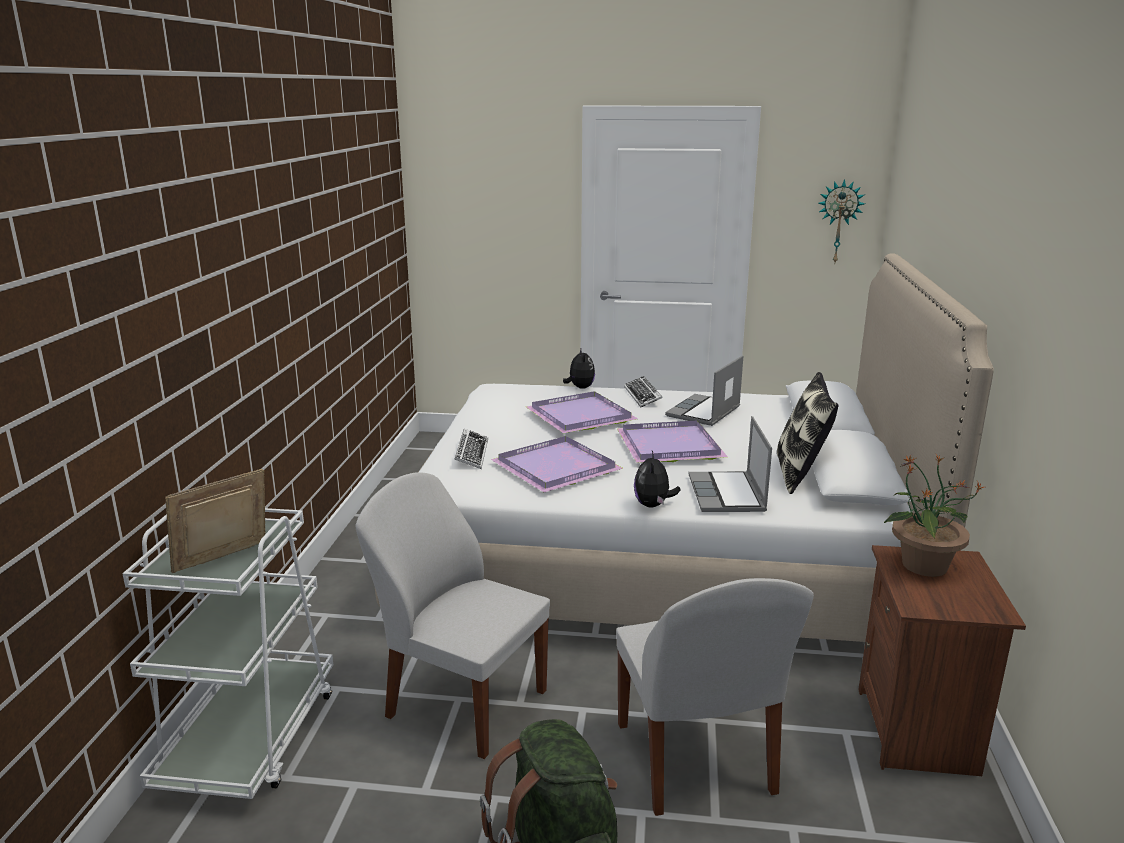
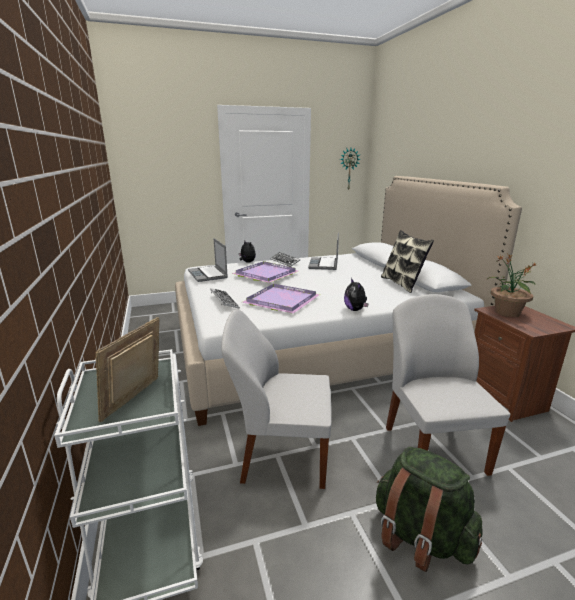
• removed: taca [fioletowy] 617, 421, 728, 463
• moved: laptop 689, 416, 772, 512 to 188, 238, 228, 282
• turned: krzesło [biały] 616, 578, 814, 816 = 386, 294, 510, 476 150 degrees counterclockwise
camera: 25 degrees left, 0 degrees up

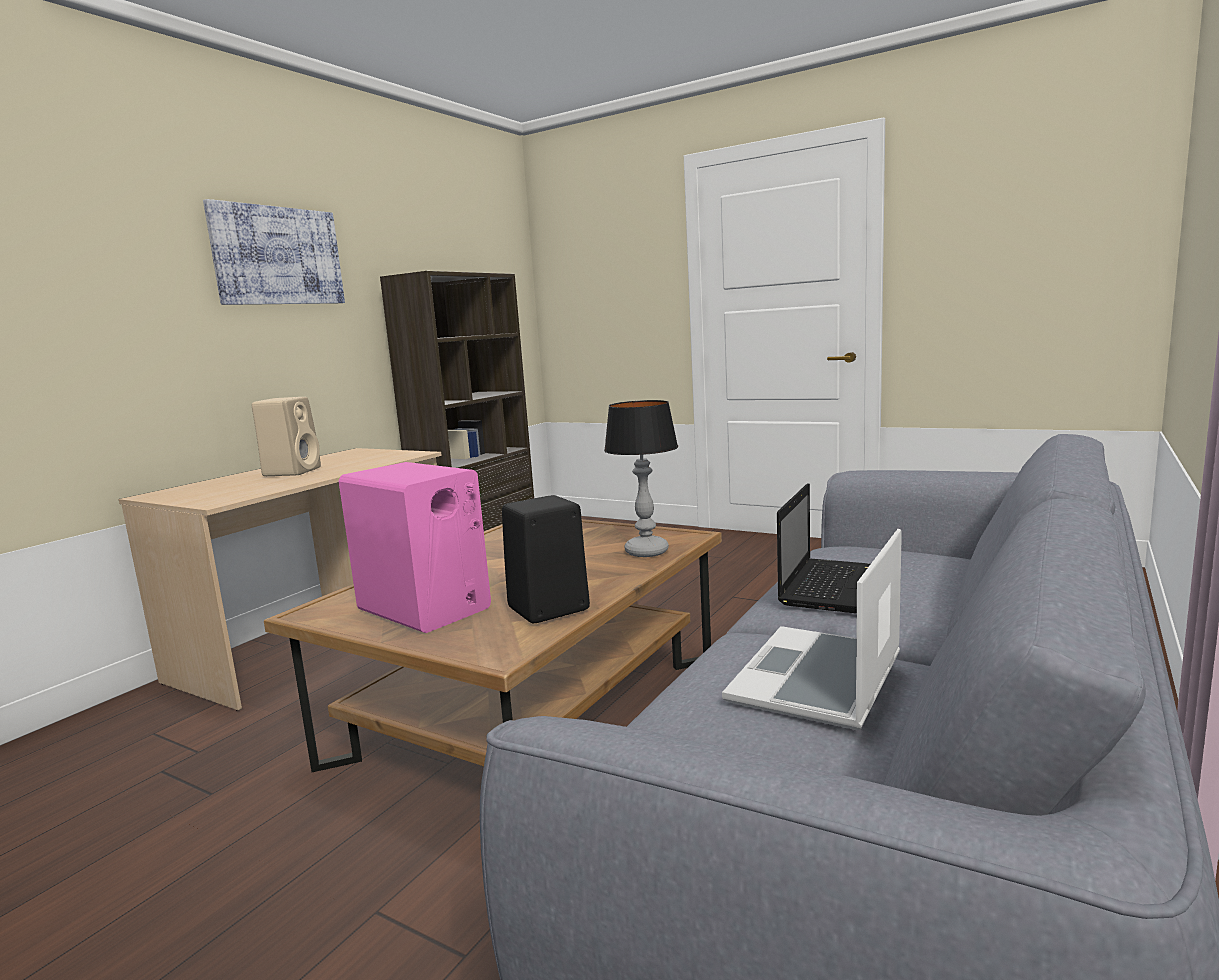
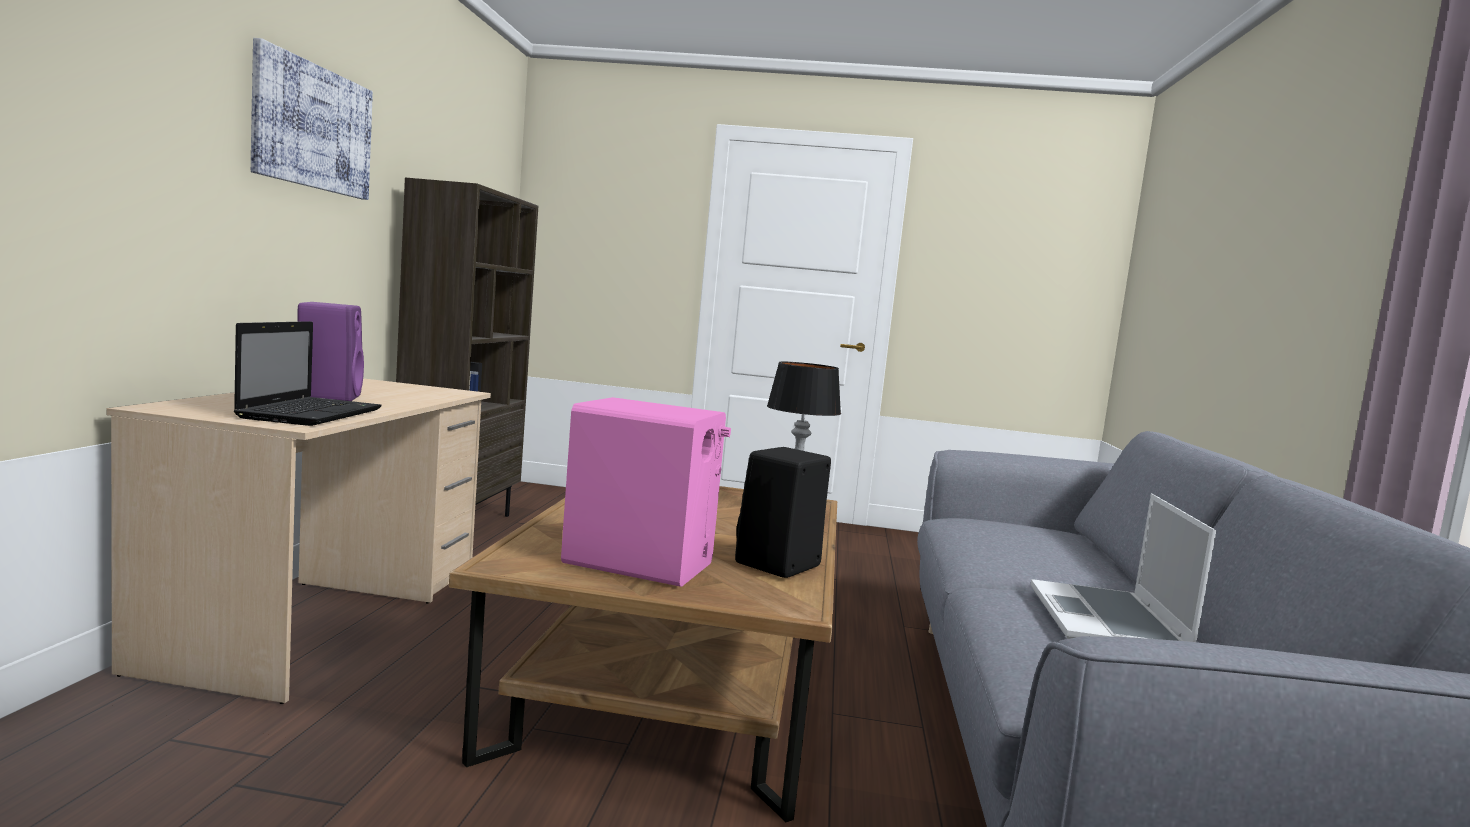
• moved: laptop 777, 483, 870, 614 to 234, 321, 382, 426
• recoloured: głośnik [beżowy] 252, 397, 321, 476 to głośnik [fioletowy] 298, 302, 364, 401
camera: 25 degrees left, 5 degrees down

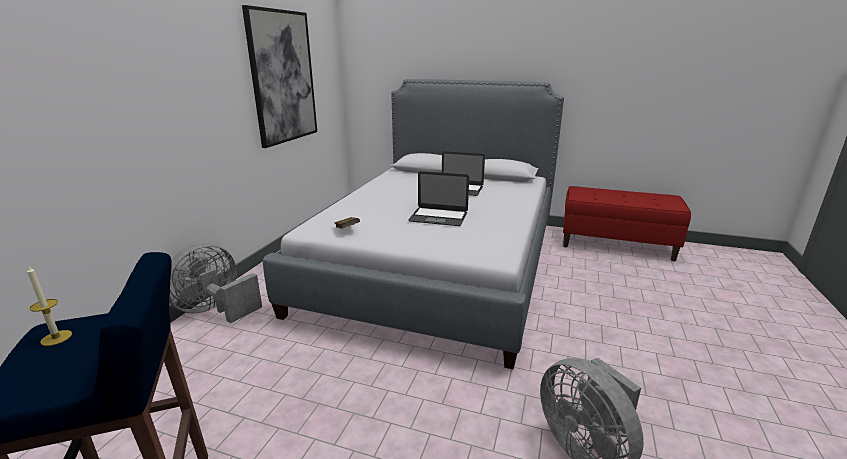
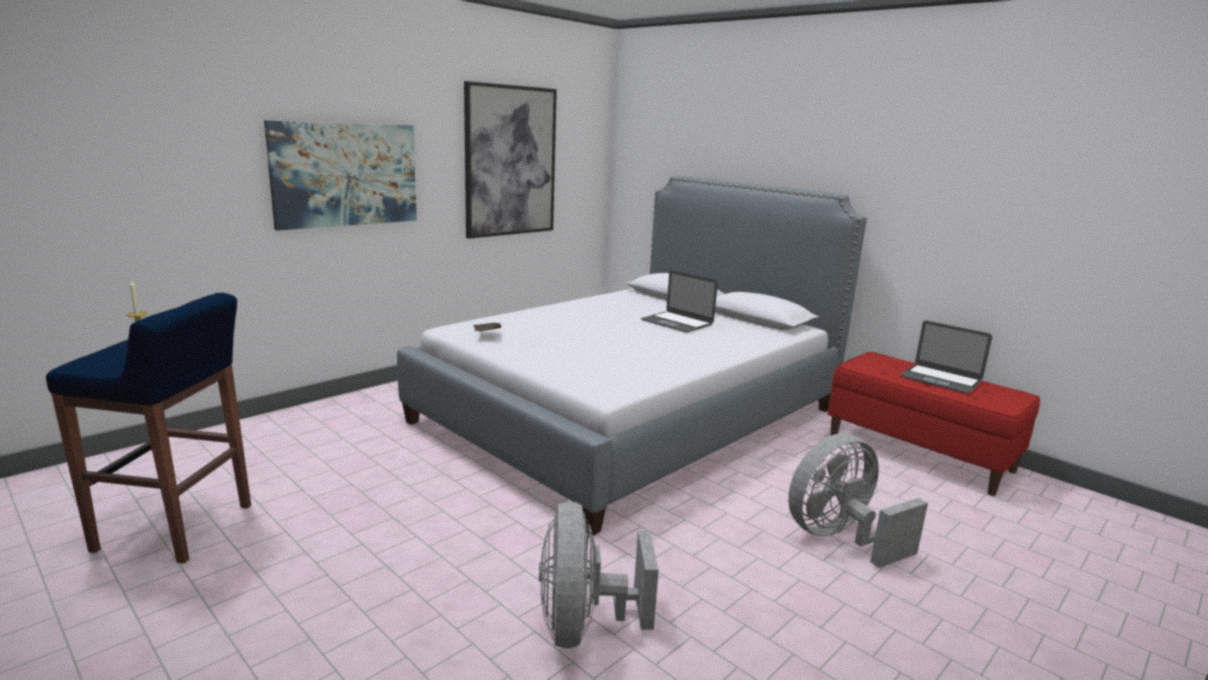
• added: obraz 264, 120, 417, 231
• moved: wentylator [szary] 169, 243, 262, 323 to 788, 433, 928, 568
• moved: laptop 408, 171, 469, 226 to 900, 321, 992, 394
camera: 25 degrees right, 5 degrees down

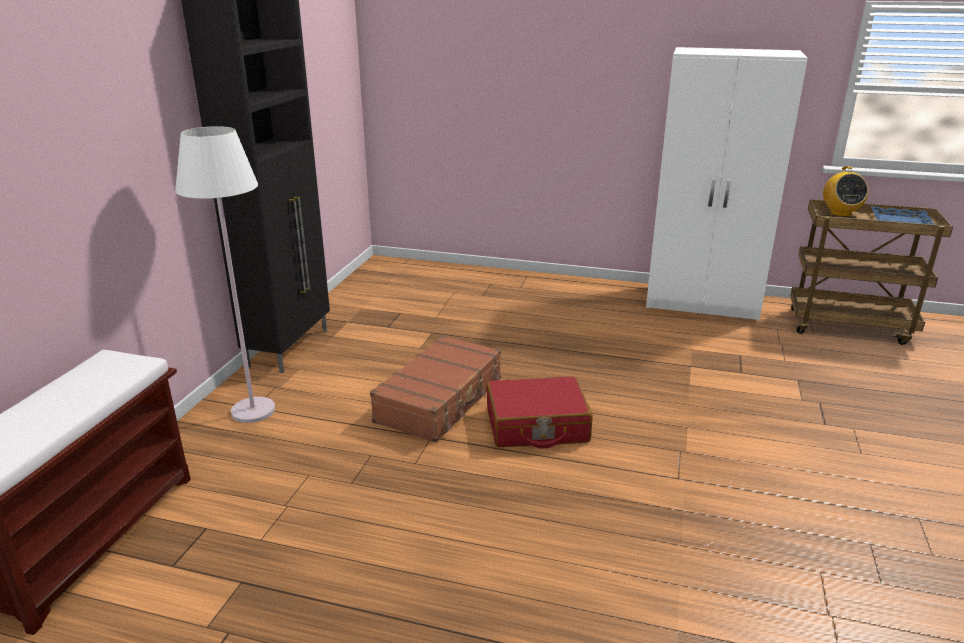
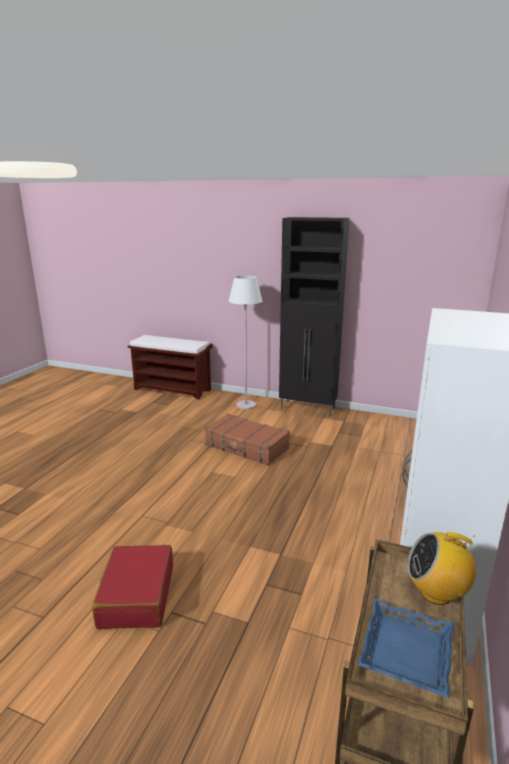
• moved: walizka [czerwony] 486, 376, 593, 448 to 92, 545, 173, 629
camera: 95 degrees right, 5 degrees down

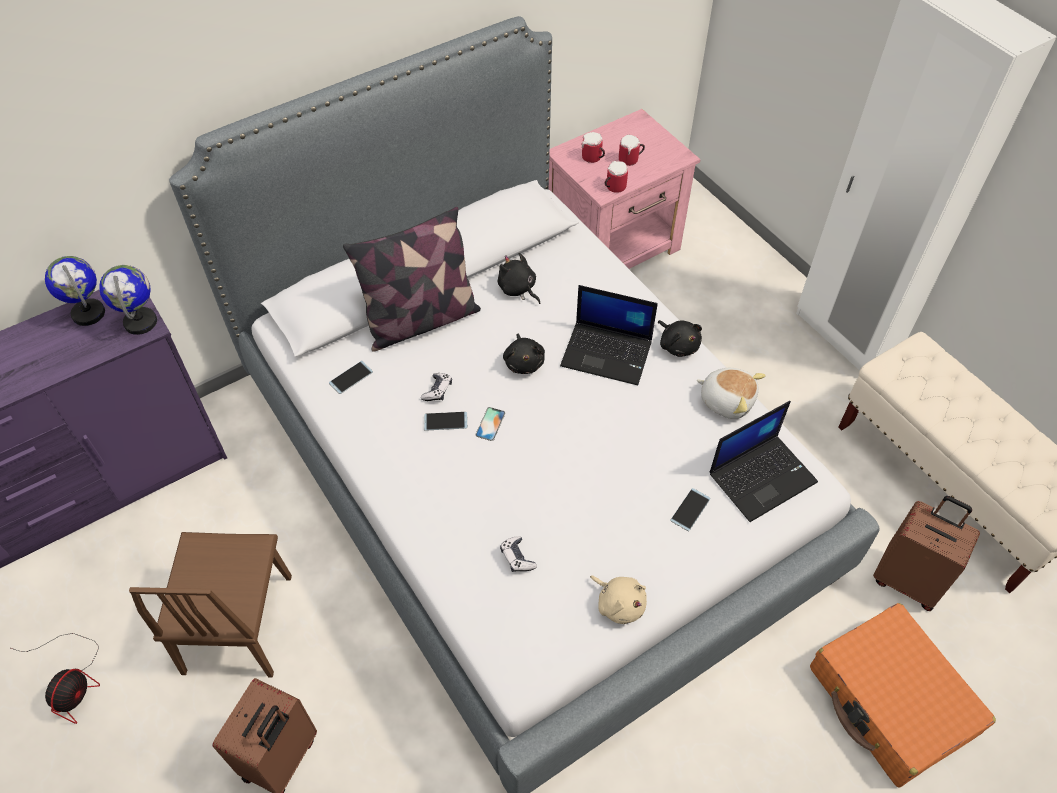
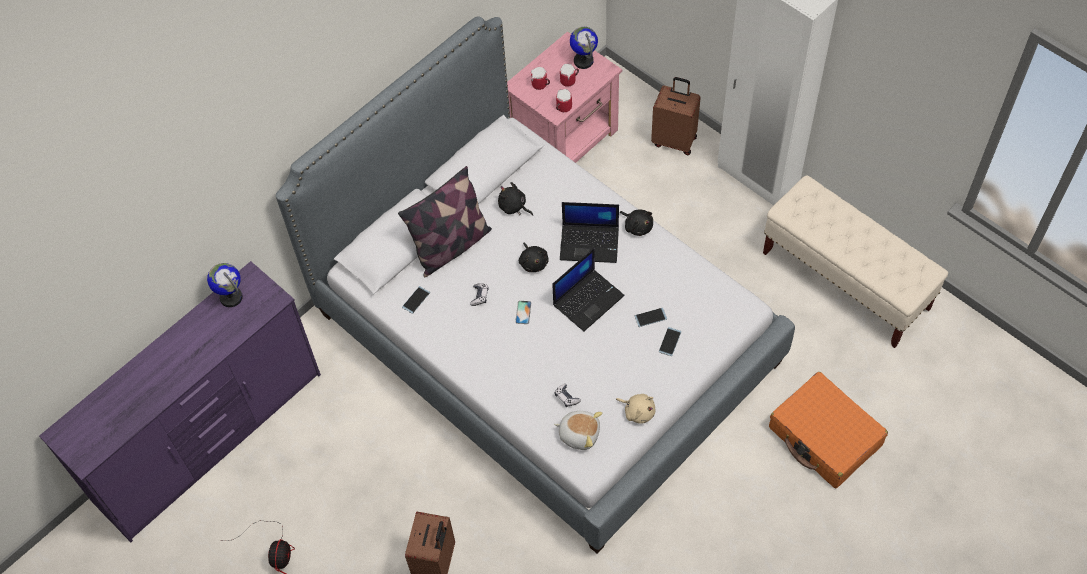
• removed: krzesło [brązowy] 129, 532, 292, 677
• moved: globus 99, 265, 157, 335 to 570, 27, 598, 69
• moved: telefon 424, 412, 468, 431 to 635, 308, 667, 327
• moved: pluszak 697, 368, 766, 419 to 554, 411, 602, 450
• moved: laptop 710, 401, 818, 522 to 553, 248, 625, 331
• moved: walizka [brązowy] 873, 496, 980, 611 to 651, 77, 701, 155
camera: 10 degrees left, 5 degrees up

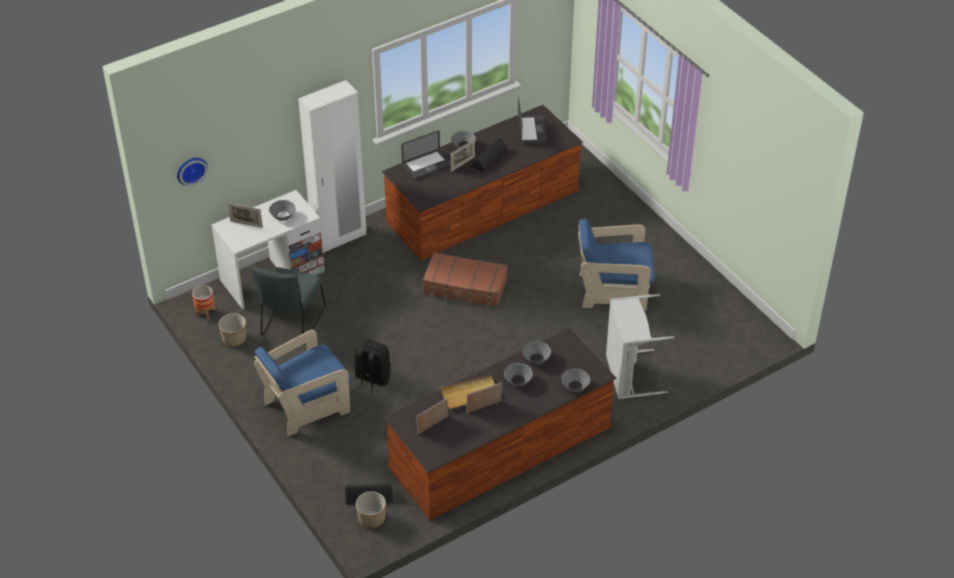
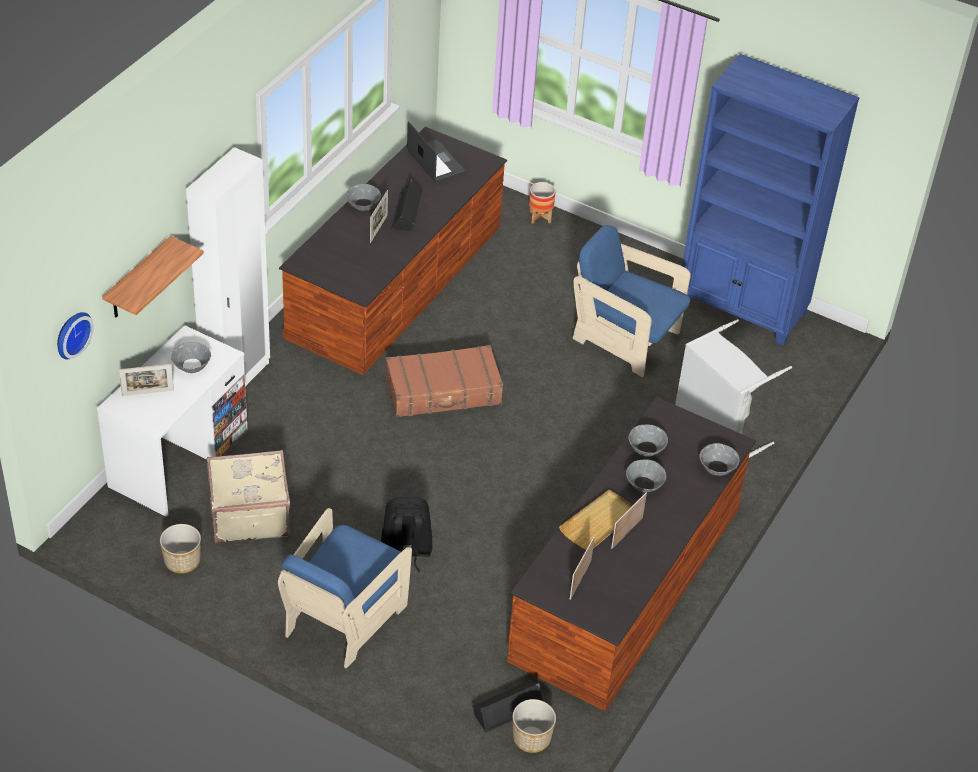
• removed: laptop 401, 130, 451, 179
• added: półka 102, 236, 204, 318
• added: regał [niebieski] 682, 54, 860, 346
• moved: donica 192, 285, 216, 319 to 529, 182, 556, 224
• replaced: krzesło [szary] 251, 266, 326, 345 to walizka [beżowy] 207, 450, 290, 544
• turned: fotel [niebieski] 578, 219, 655, 311 = 573, 225, 691, 377 60 degrees clockwise
camera: 30 degrees left, 0 degrees up

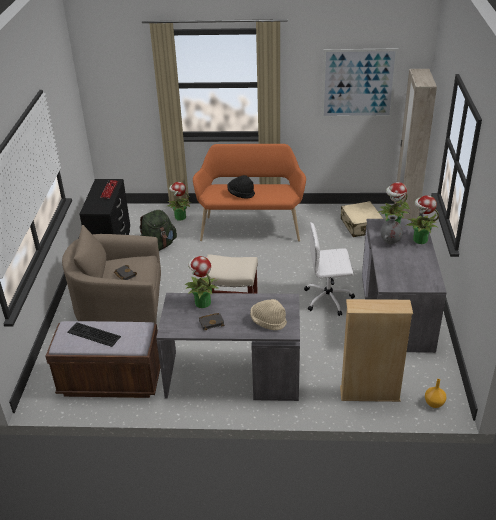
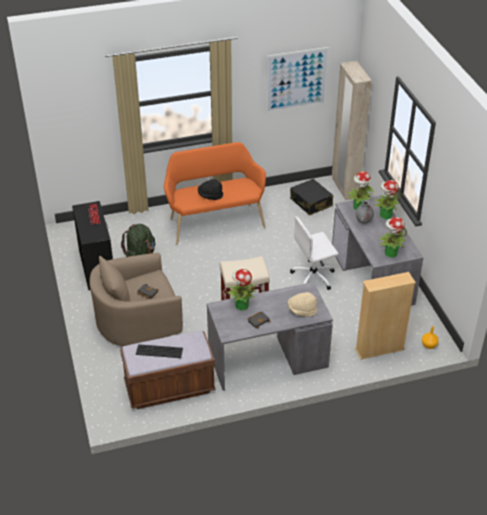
• moved: roślina doniczkowa 166, 182, 191, 221 to 379, 217, 407, 258
• recoloured: walizka [beżowy] 341, 201, 384, 237 to walizka [czarny] 290, 179, 333, 215
camera: 20 degrees left, 5 degrees up

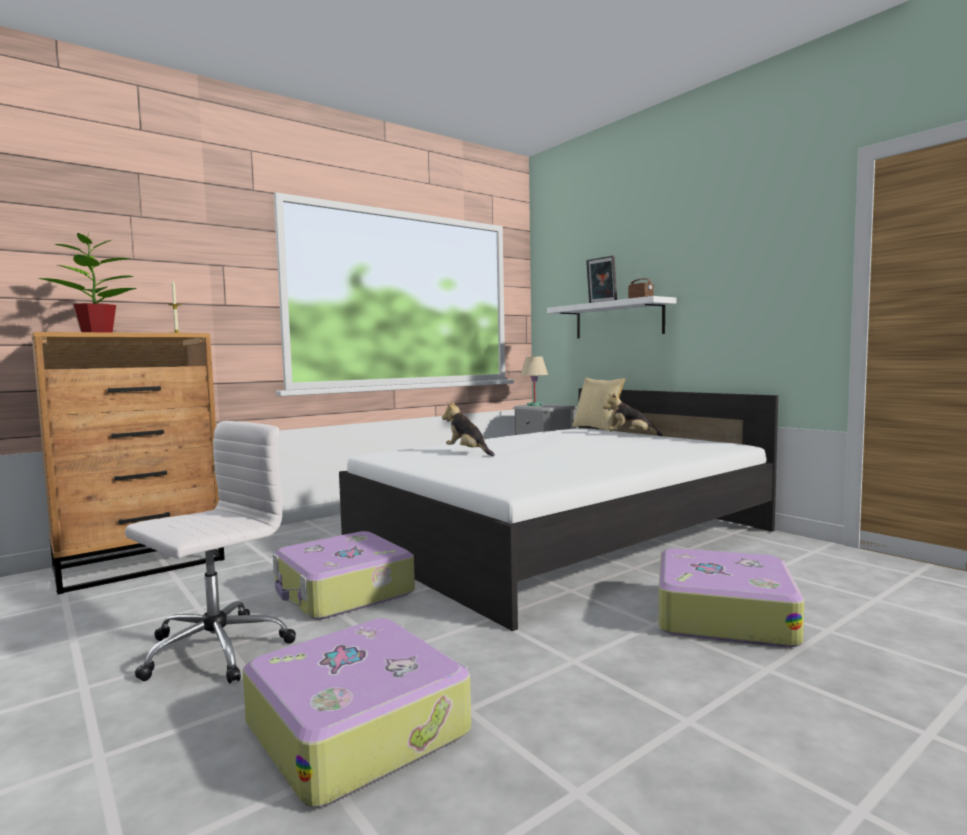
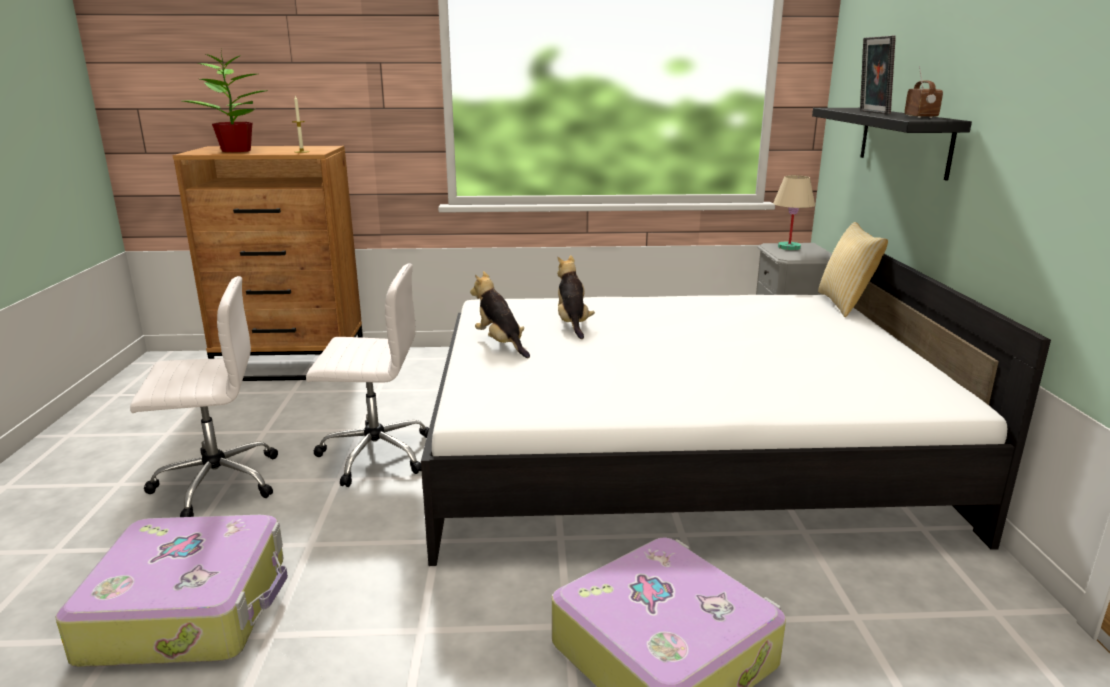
• moved: pluszak 603, 393, 663, 436 to 470, 271, 530, 358
• replaced: walizka 273, 531, 415, 620 to krzesło biurowe [biały] 306, 263, 429, 487
• recoloured: półka [biały] 547, 296, 676, 338 to półka [czarny] 812, 108, 972, 181
camera: 35 degrees right, 15 degrees up

